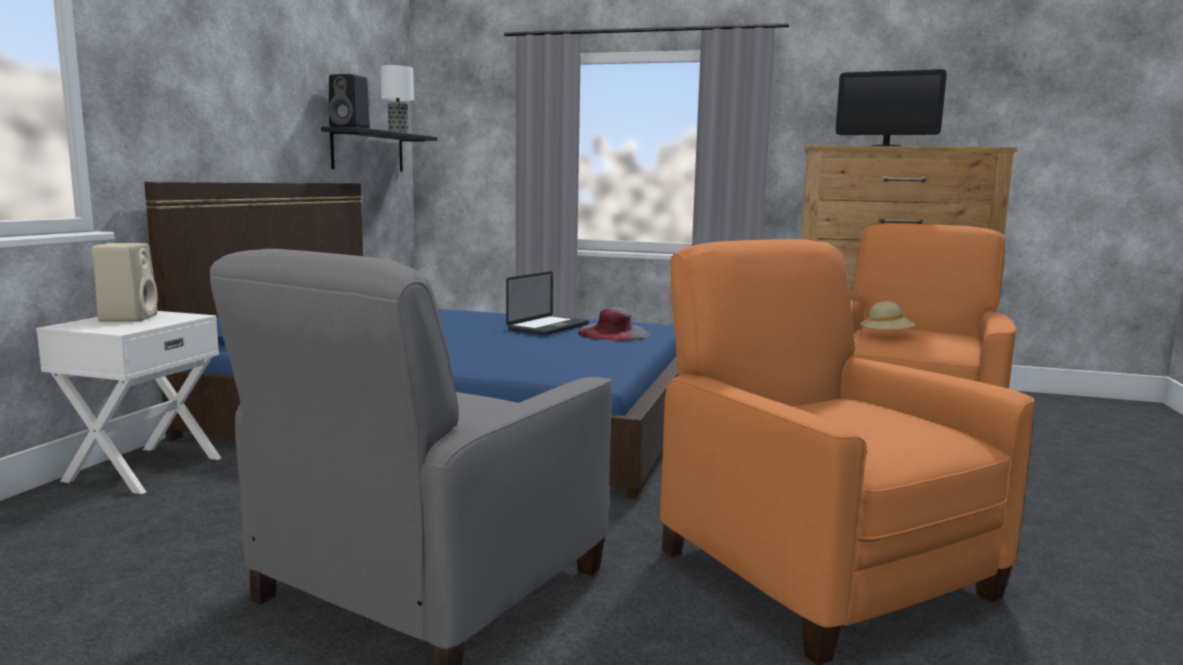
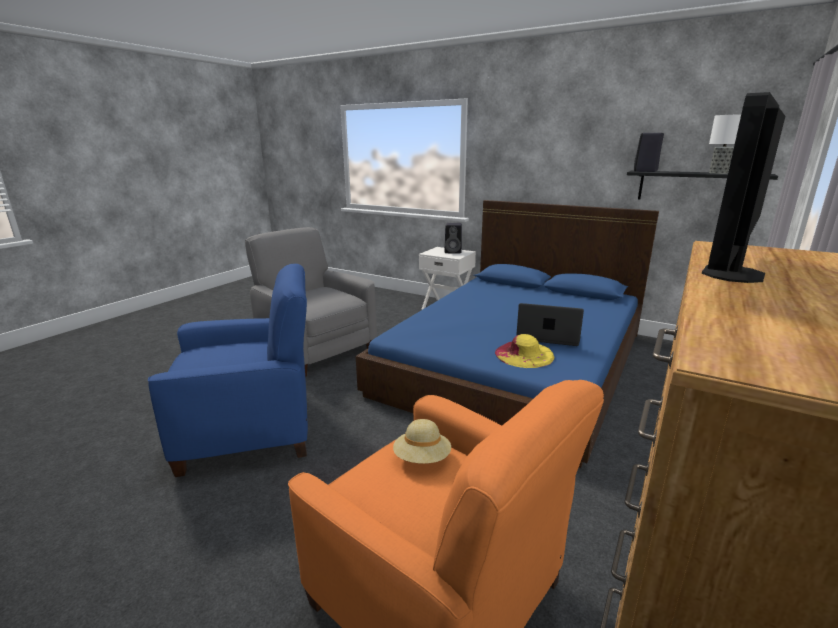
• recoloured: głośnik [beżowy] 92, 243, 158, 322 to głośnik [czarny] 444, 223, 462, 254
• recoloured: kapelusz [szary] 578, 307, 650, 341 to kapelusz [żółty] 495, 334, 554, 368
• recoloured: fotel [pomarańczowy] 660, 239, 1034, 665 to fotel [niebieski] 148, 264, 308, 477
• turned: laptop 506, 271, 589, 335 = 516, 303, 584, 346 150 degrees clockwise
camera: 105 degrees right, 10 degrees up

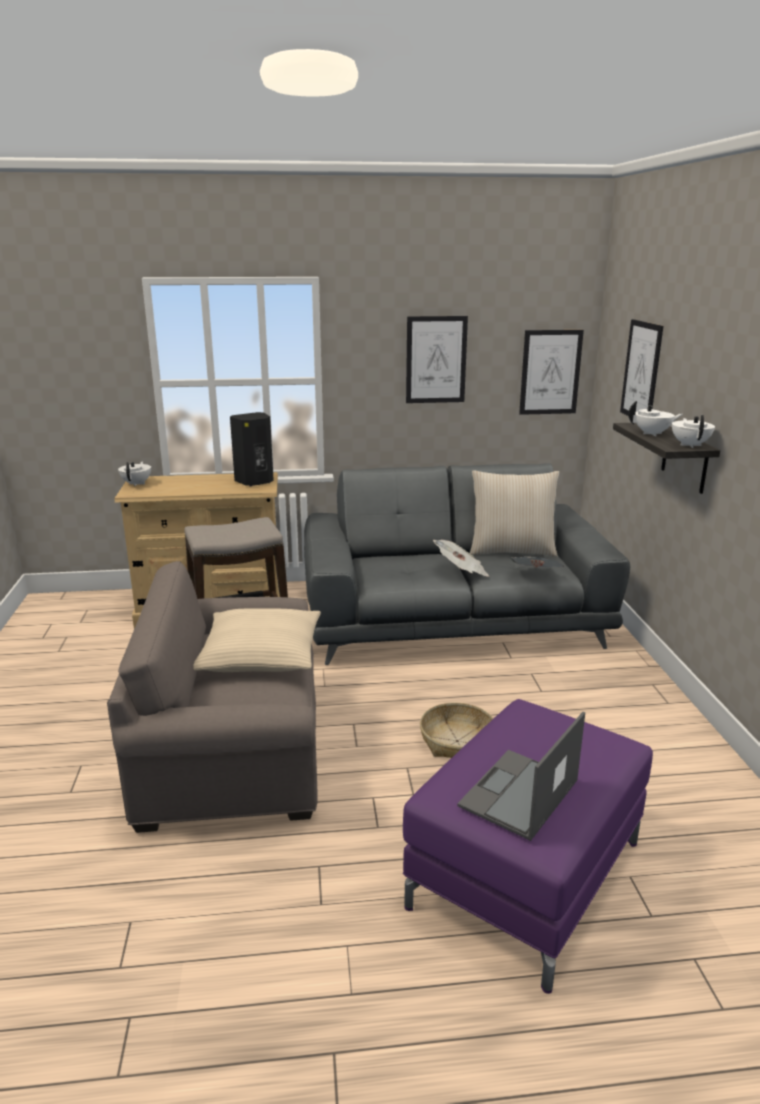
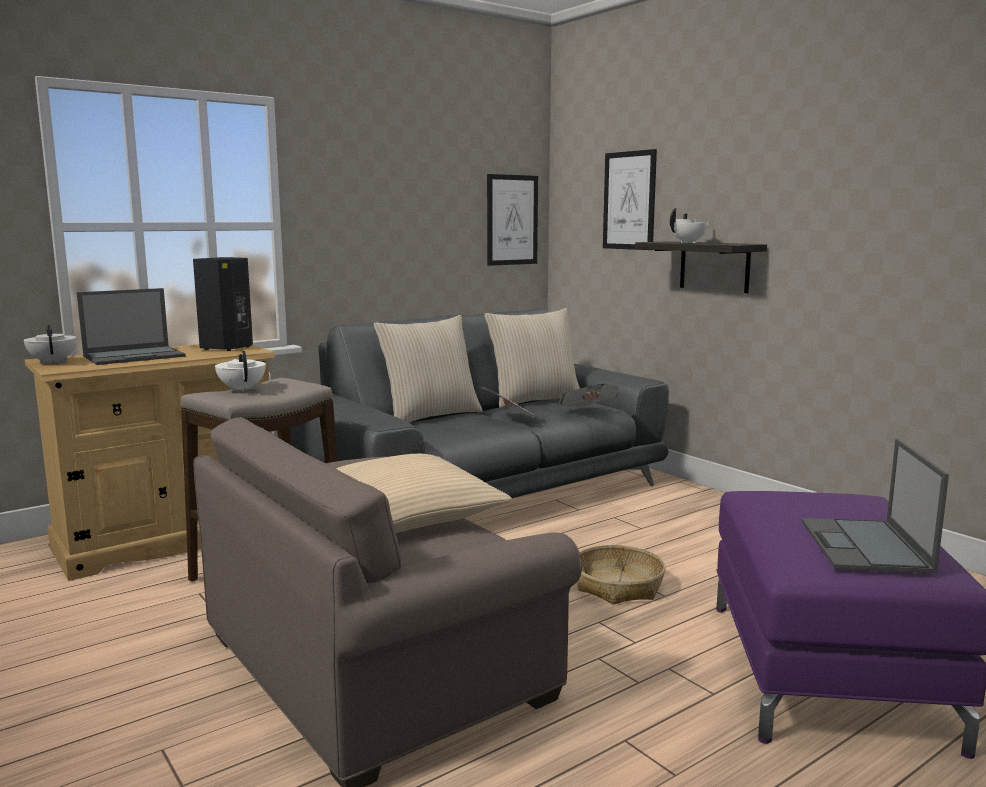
• removed: obraz 406, 316, 468, 403
• added: laptop 77, 288, 186, 365
• added: poduszka [beżowy] 374, 315, 483, 423
• moved: imbryk [biały] 672, 415, 715, 448 to 215, 351, 266, 392
camera: 30 degrees left, 10 degrees down

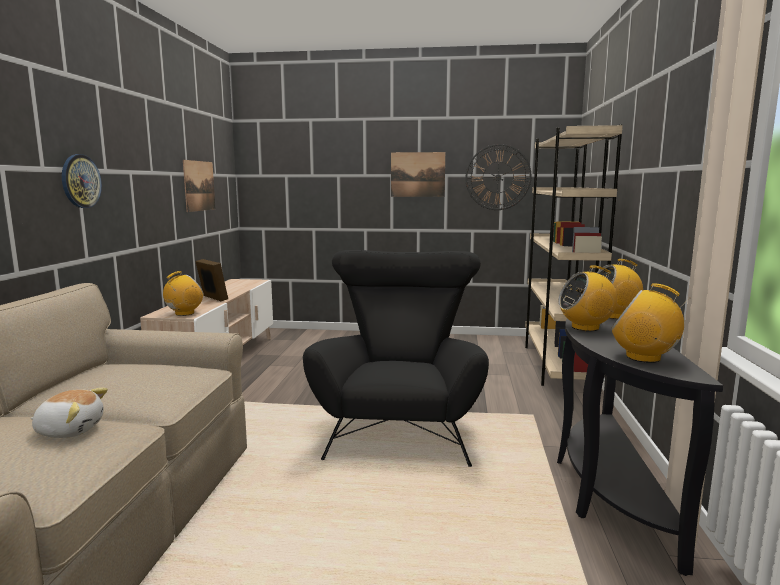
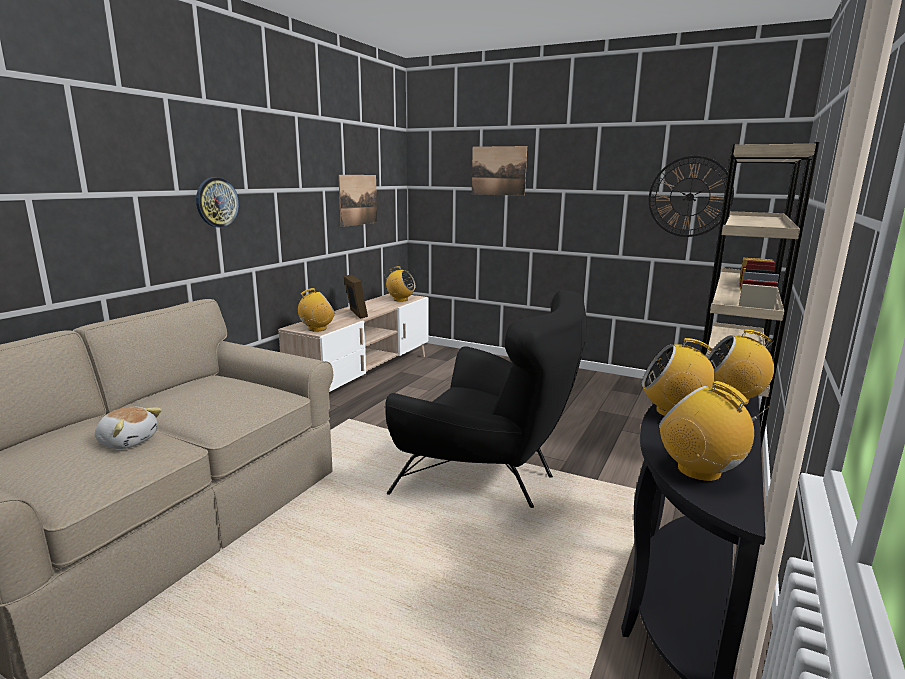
• added: radio 383, 266, 416, 302
• moved: obraz 391, 152, 445, 197 to 472, 146, 527, 196
• turned: fotel [czarny] 303, 250, 489, 467 = 385, 290, 587, 508 90 degrees clockwise
camera: 20 degrees right, 5 degrees up

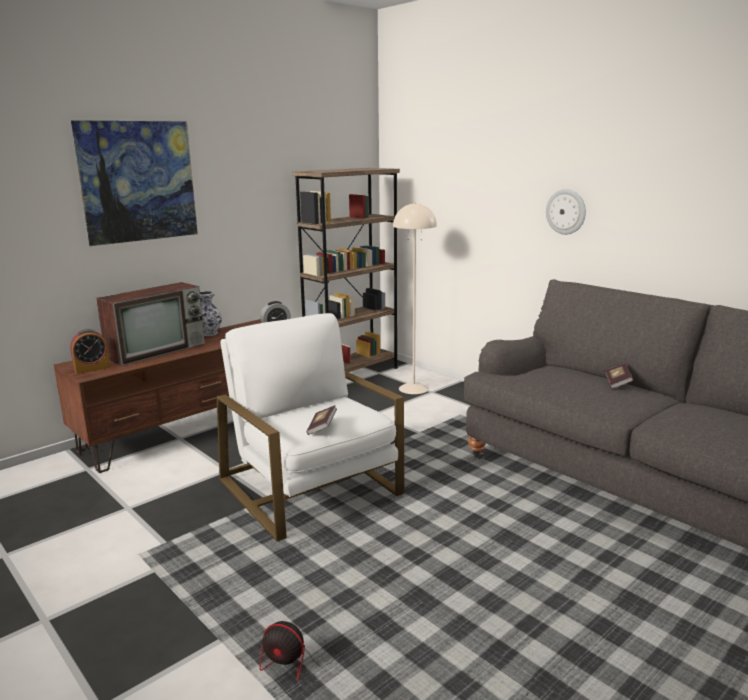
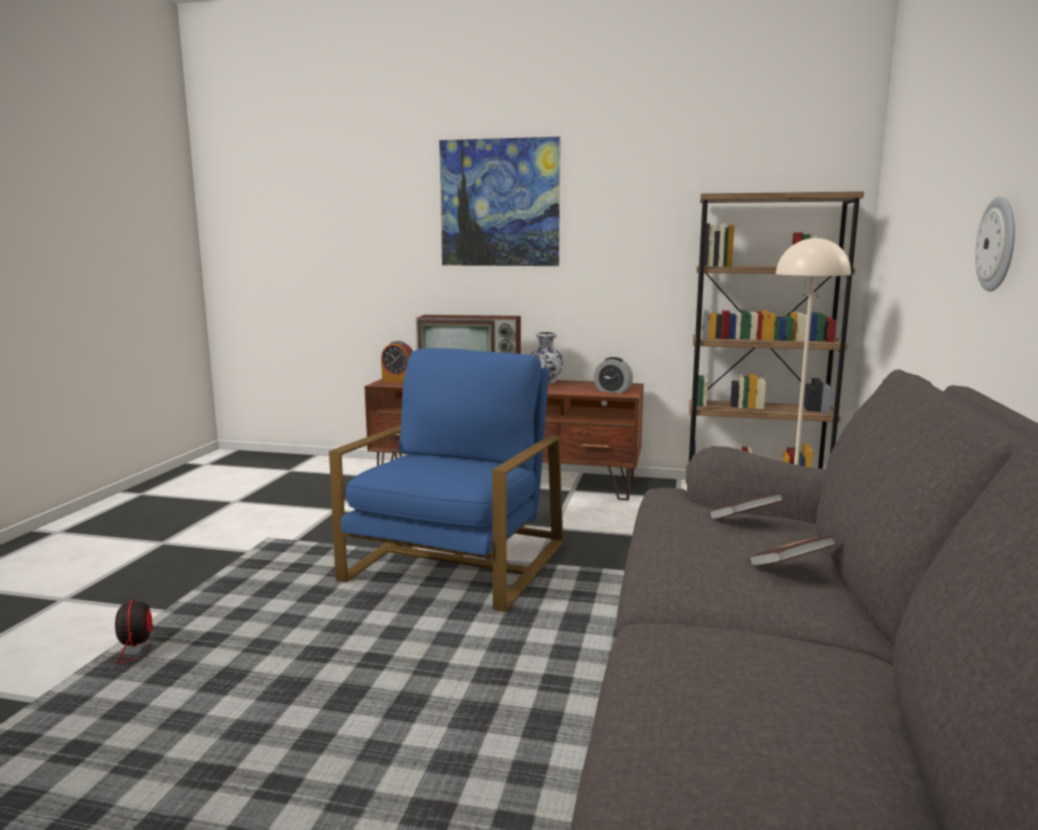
• moved: książka 306, 405, 337, 435 to 709, 493, 784, 520
• recoloured: fotel [biały] 217, 313, 404, 542 to fotel [niebieski] 329, 348, 563, 612
camera: 55 degrees right, 5 degrees down

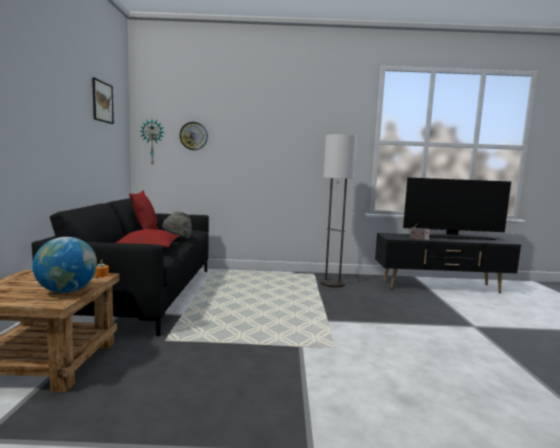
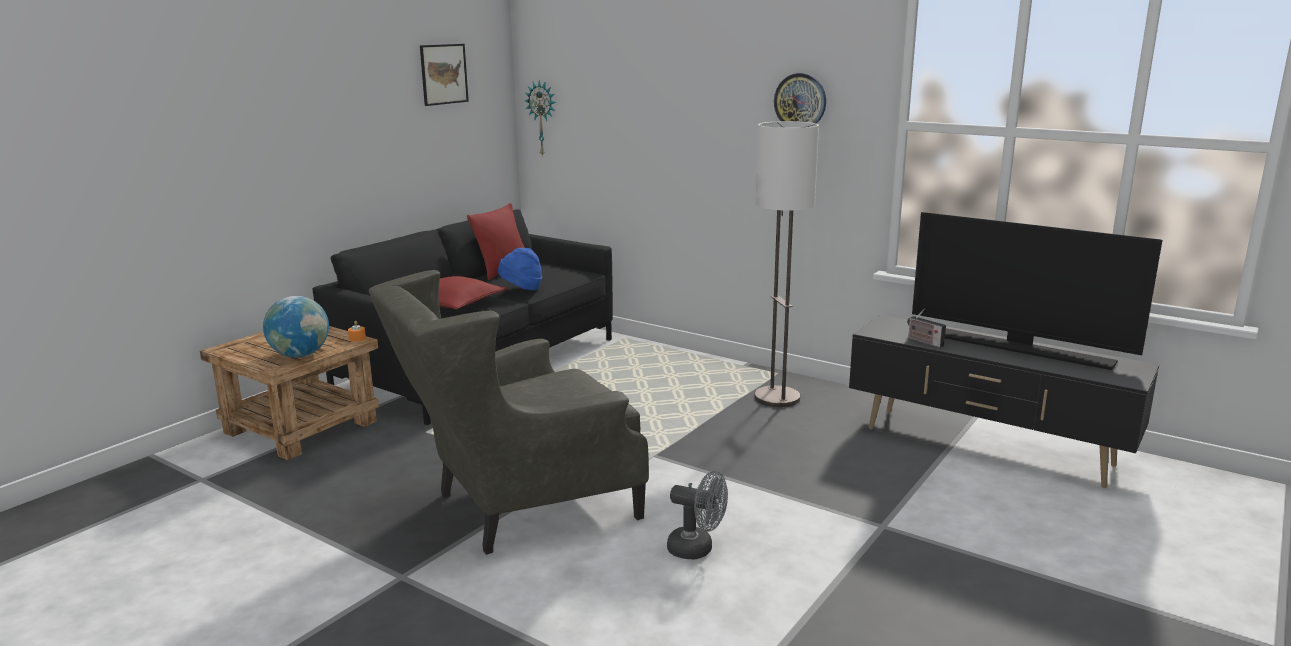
• added: fotel [szary] 369, 270, 649, 555
• added: wentylator [szary] 667, 471, 728, 559
• moved: zegar ścienny 179, 122, 208, 150 to 774, 73, 826, 124
• recoloured: kapelusz [szary] 163, 212, 192, 238 to kapelusz [niebieski] 498, 248, 542, 291
camera: 35 degrees right, 10 degrees up

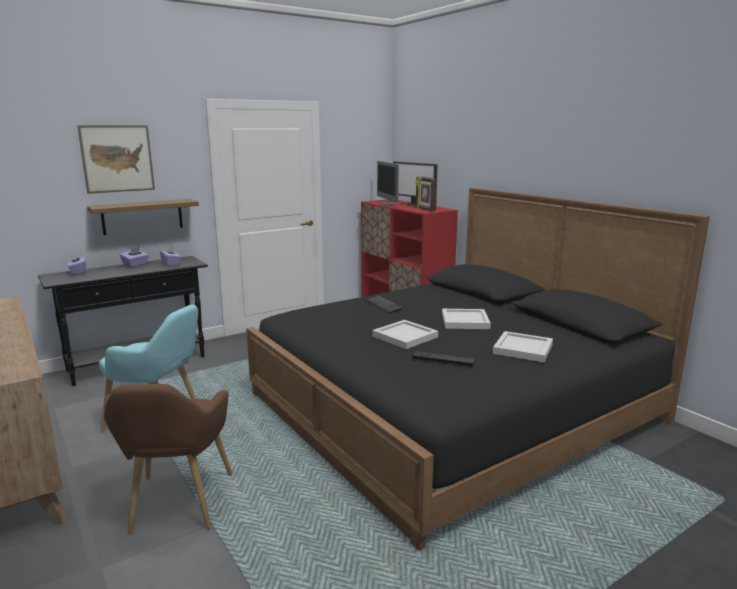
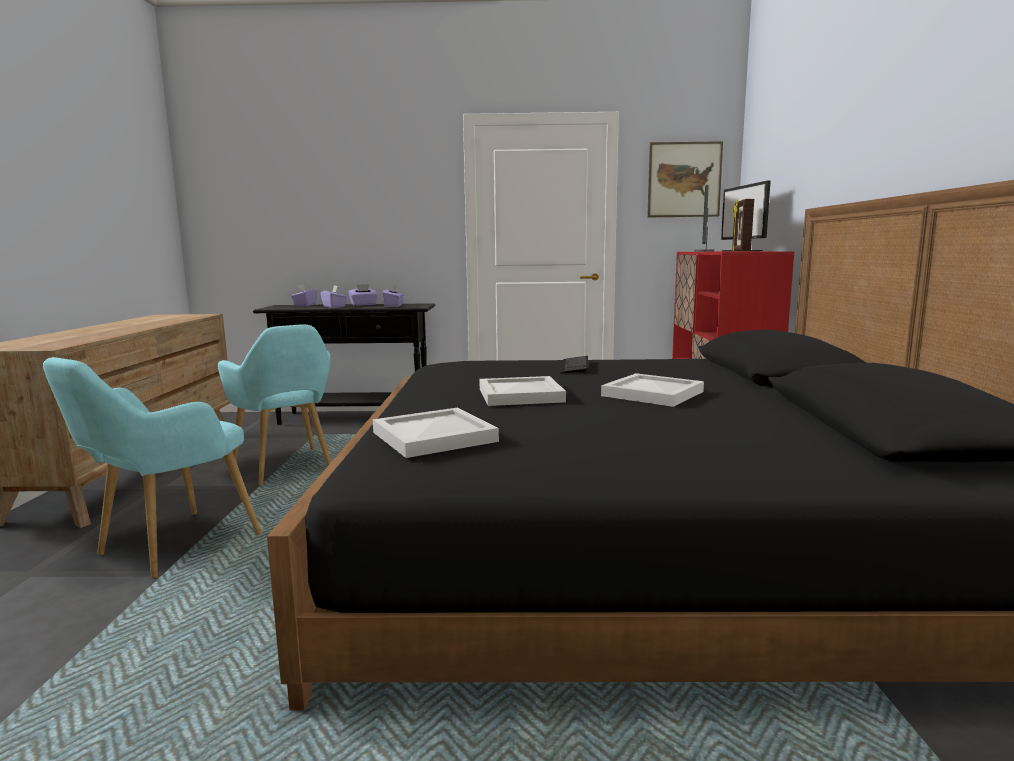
• removed: półka 87, 199, 199, 235
• removed: klawiatura 412, 351, 477, 366
• added: pudełko chusteczek [fioletowy] 321, 285, 347, 308
• moved: obraz 77, 125, 155, 194 to 647, 141, 723, 217
• moved: taca [biały] 493, 331, 553, 362 to 373, 408, 499, 458
• recoloured: fotel [brązowy] 104, 384, 233, 533 to fotel [turkusowy] 43, 357, 262, 579
camera: 35 degrees right, 5 degrees down

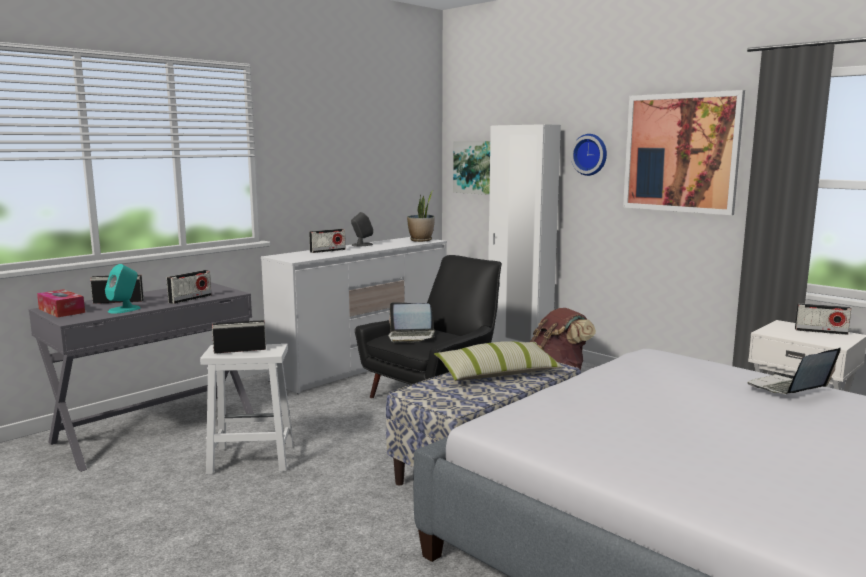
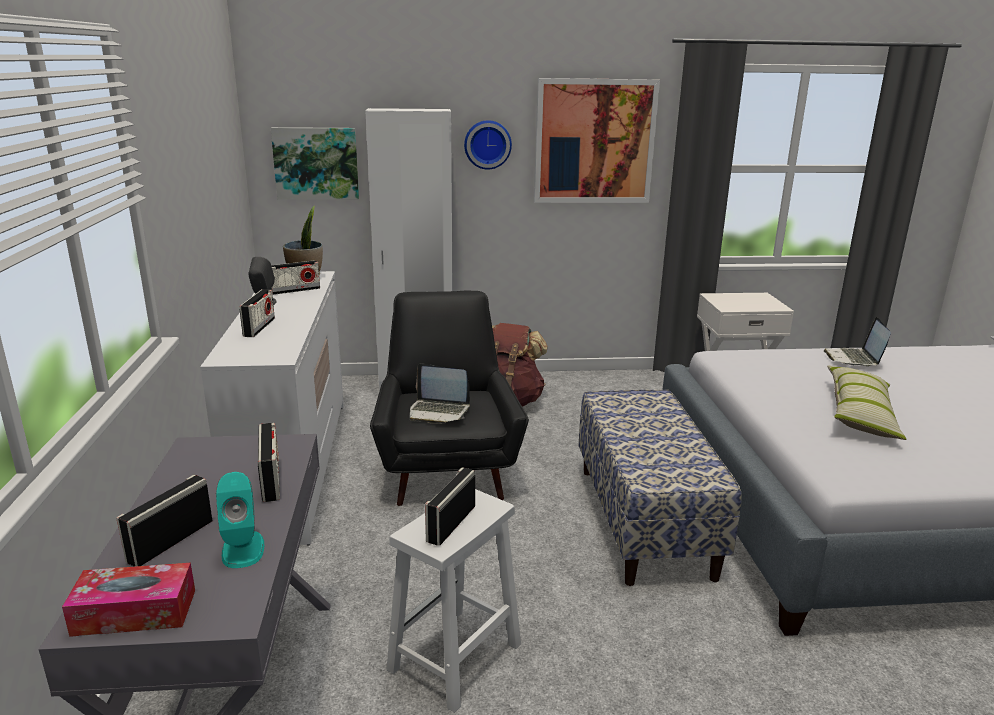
• moved: poduszka 434, 341, 563, 381 to 827, 366, 906, 440
• moved: radio 795, 303, 852, 335 to 270, 260, 320, 295
• turned: laptop 388, 302, 435, 342 = 410, 363, 470, 424 60 degrees clockwise
camera: 50 degrees left, 10 degrees up

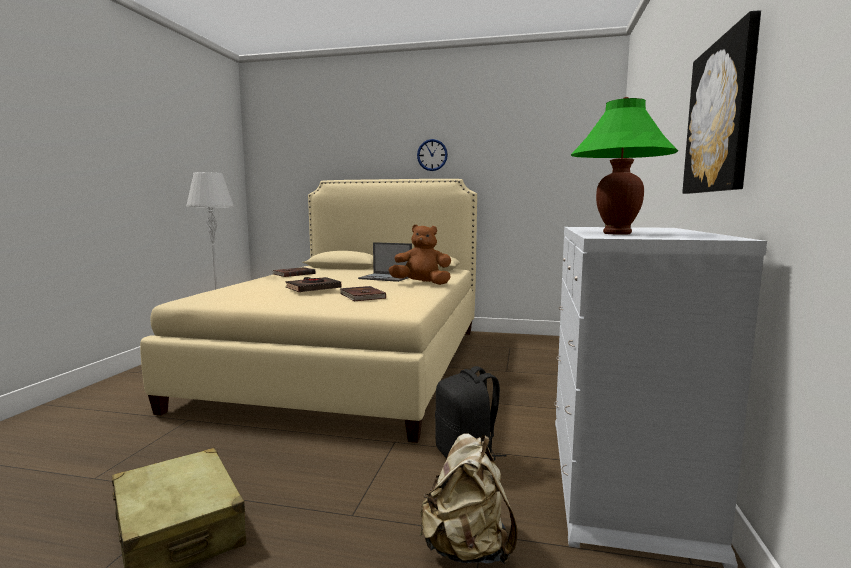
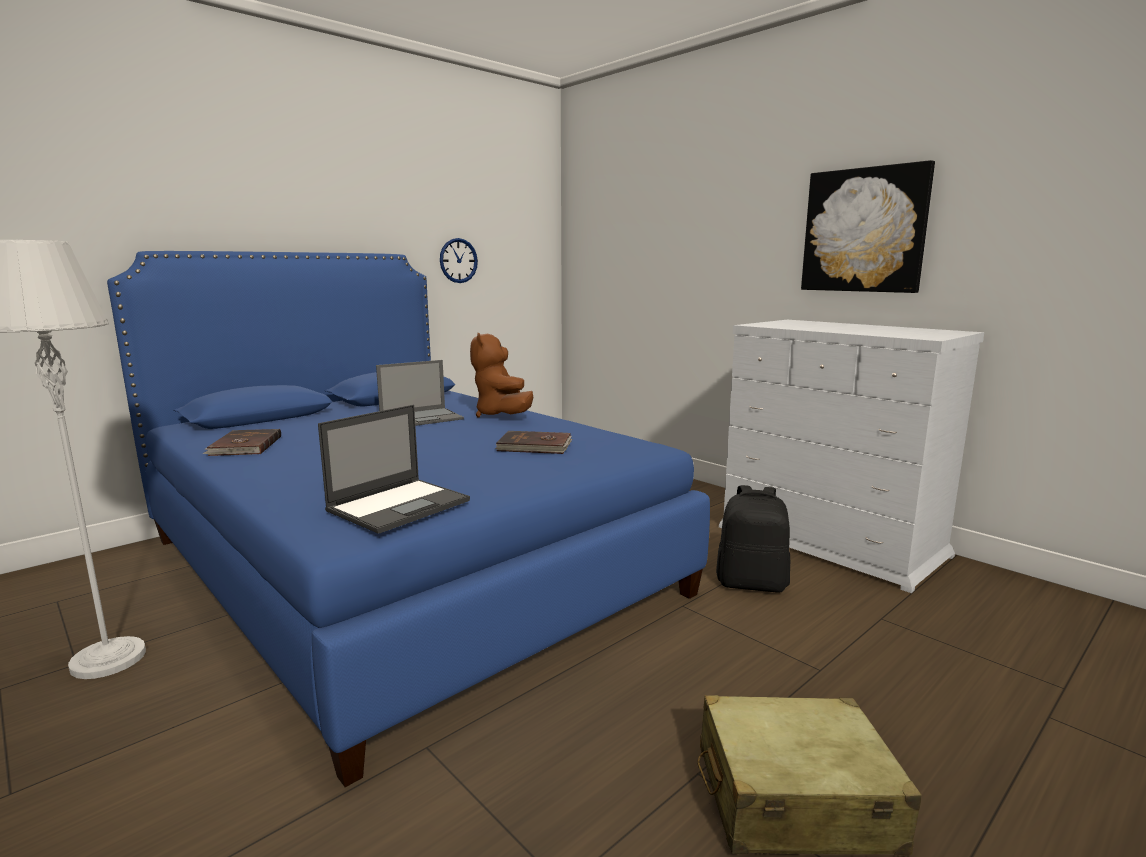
• removed: książka [czarny] 285, 277, 341, 292
• removed: plecak [beżowy] 420, 434, 518, 564
• removed: lampa stołowa [zielony] 571, 97, 678, 235
• added: laptop 318, 405, 470, 534
• moved: zegar ścienny 417, 139, 448, 171 to 440, 238, 478, 283
• recoloured: łóżko [beżowy] 140, 179, 477, 443 to łóżko [niebieski] 107, 251, 710, 787
• turned: pluszak [brązowy] 389, 224, 451, 285 = 470, 333, 534, 418 60 degrees counterclockwise
camera: 55 degrees left, 5 degrees up

